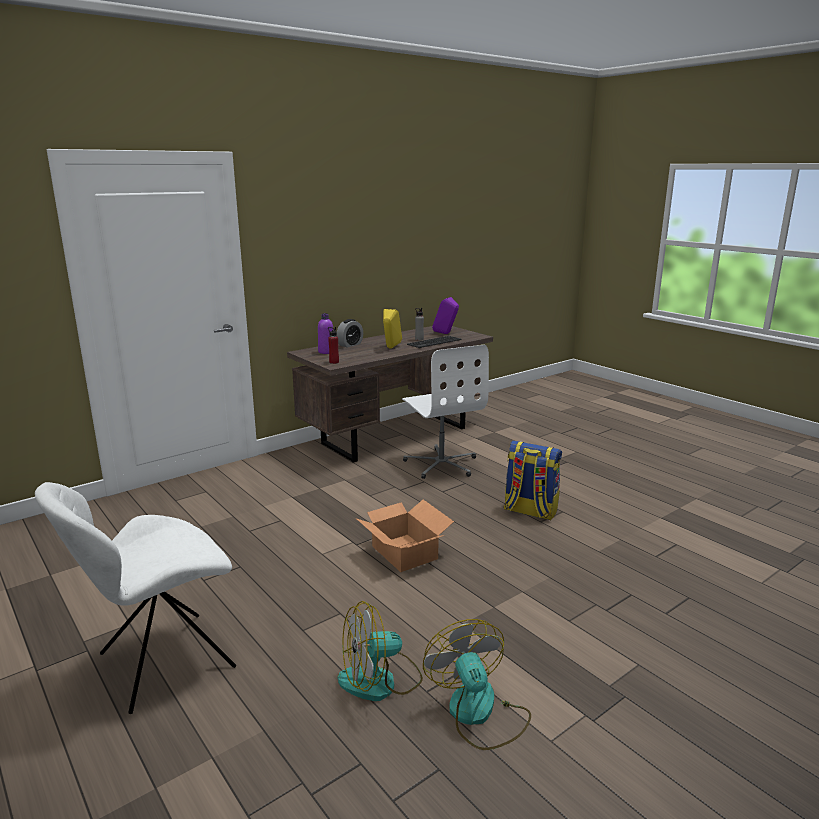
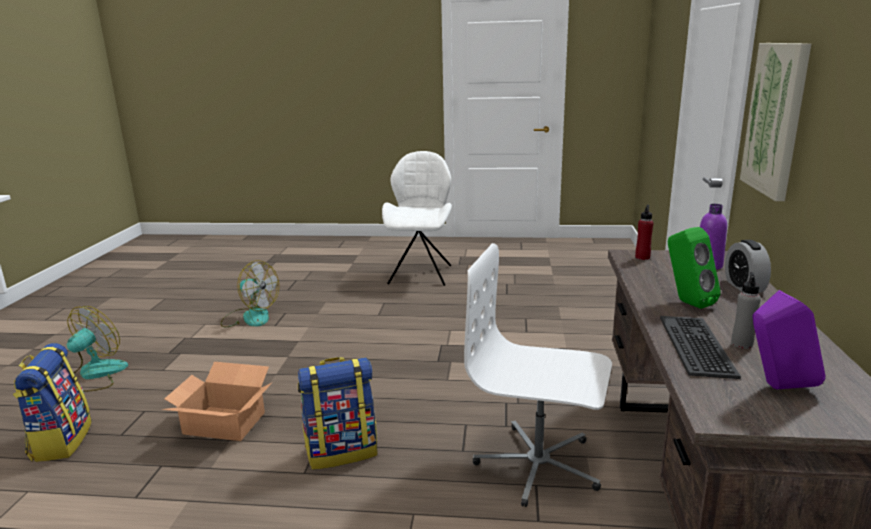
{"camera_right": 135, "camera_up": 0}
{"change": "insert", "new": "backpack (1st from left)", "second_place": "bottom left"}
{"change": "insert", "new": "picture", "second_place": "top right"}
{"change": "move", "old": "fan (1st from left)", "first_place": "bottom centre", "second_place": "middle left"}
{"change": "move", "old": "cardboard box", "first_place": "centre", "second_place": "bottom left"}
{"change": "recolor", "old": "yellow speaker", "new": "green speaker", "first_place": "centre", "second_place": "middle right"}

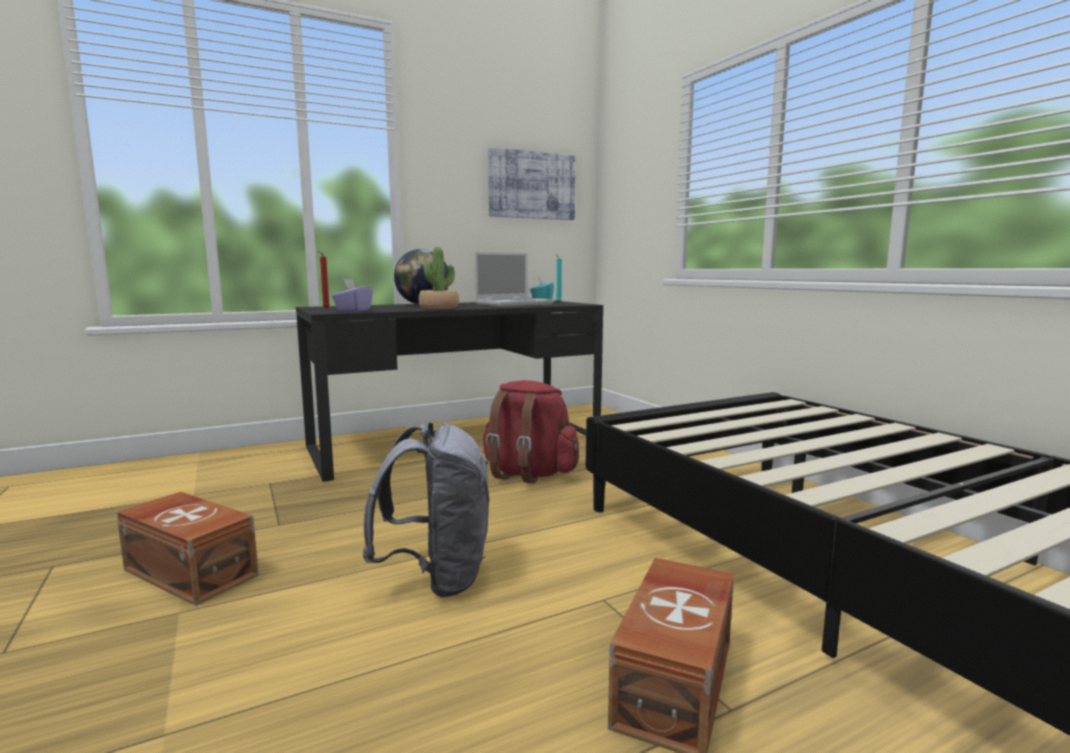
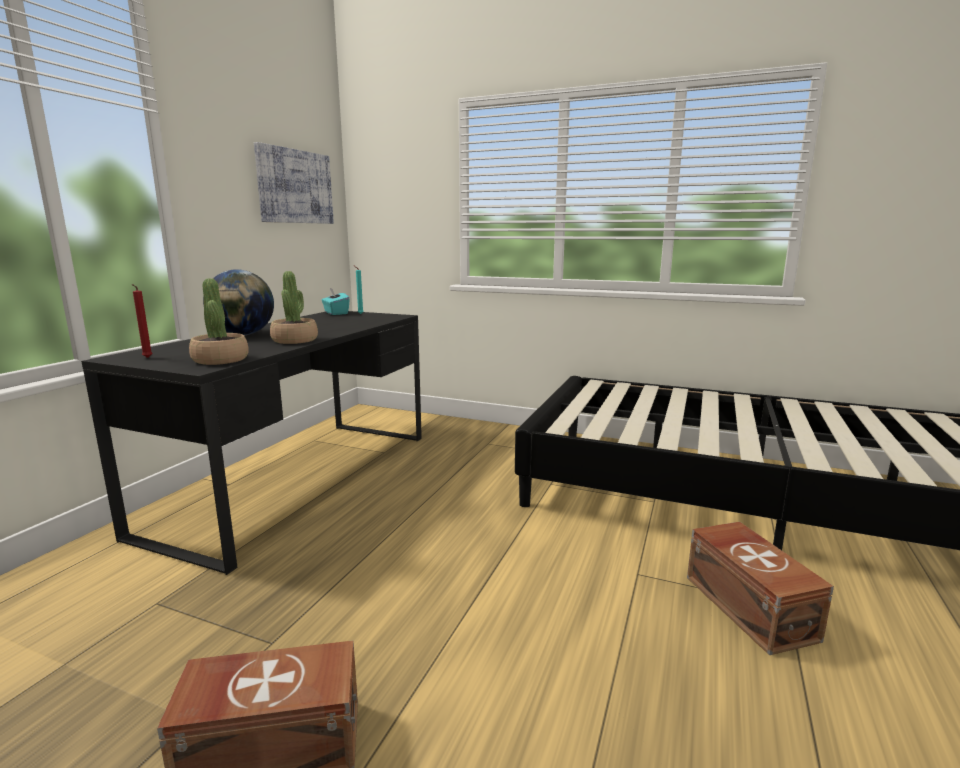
{"camera_right": -40, "camera_up": 5}
{"change": "delete", "old": "grey backpack", "first_place": "bottom centre"}
{"change": "delete", "old": "laptop", "first_place": "centre"}
{"change": "delete", "old": "red backpack", "first_place": "centre"}
{"change": "replace", "old": "purple tissue box", "new": "potted plant (1st from left)", "first_place": "middle left", "second_place": "middle left"}

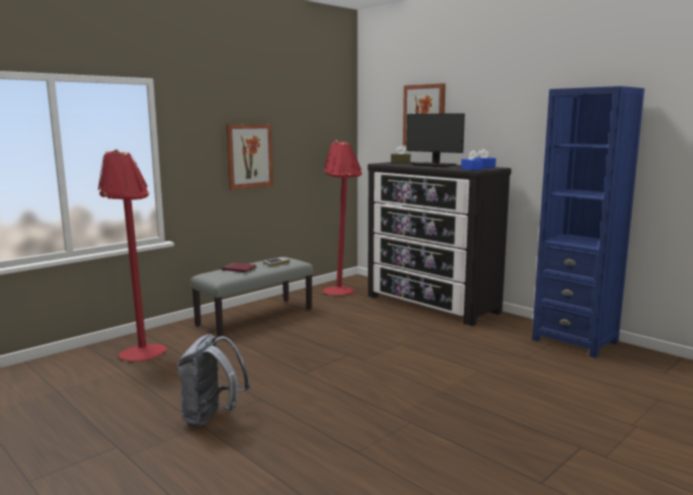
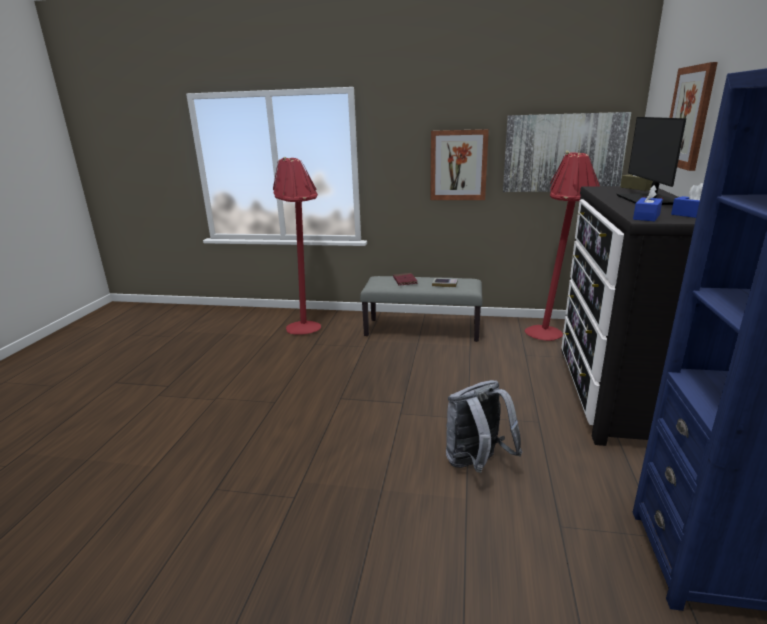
{"camera_right": 55, "camera_up": 10}
{"change": "insert", "new": "picture (2nd from left)", "second_place": "top right"}
{"change": "move", "old": "grey backpack", "first_place": "bottom left", "second_place": "bottom centre"}

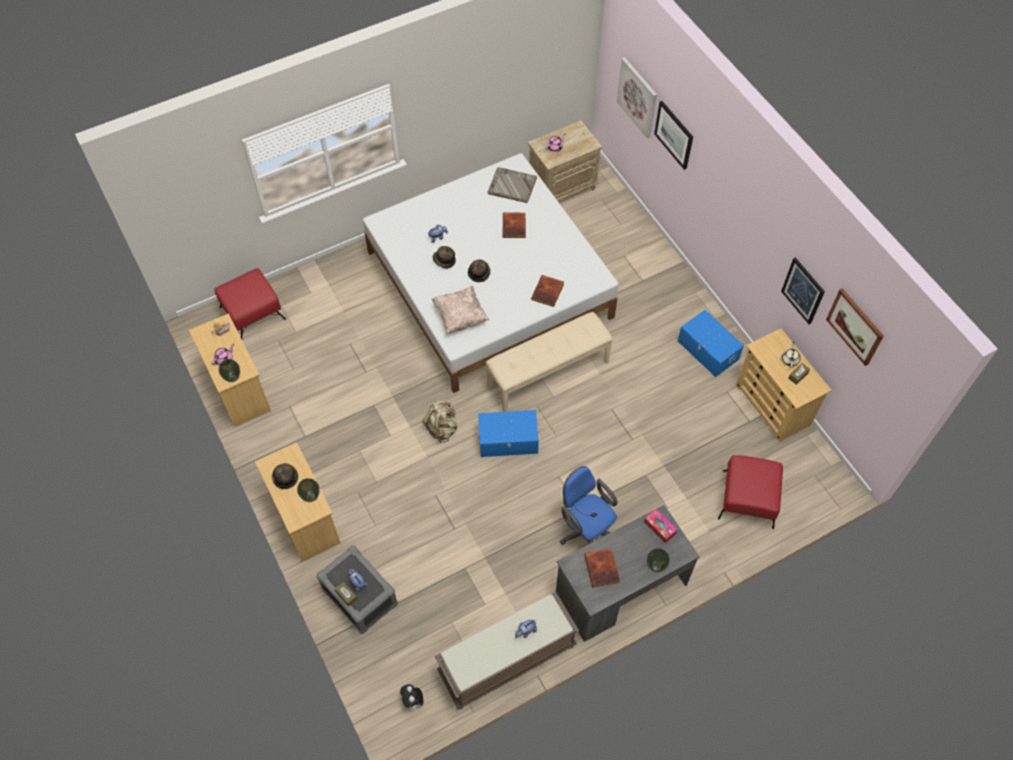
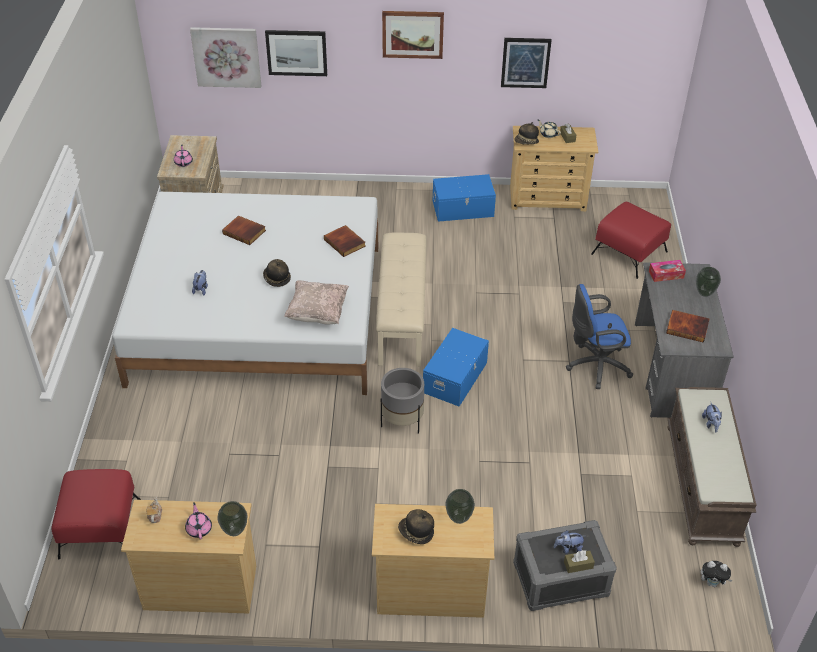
{"camera_right": -60, "camera_up": -15}
{"change": "delete", "old": "grey tray", "first_place": "top centre"}
{"change": "move", "old": "hat (2nd from left in the first image)", "new": "hat (3rd from left)", "first_place": "centre", "second_place": "top centre"}
{"change": "move", "old": "picture (4th from left in the first image)", "new": "picture (3rd from left)", "first_place": "middle right", "second_place": "top centre"}
{"change": "replace", "old": "beige backpack", "new": "grey planter", "first_place": "centre", "second_place": "centre"}

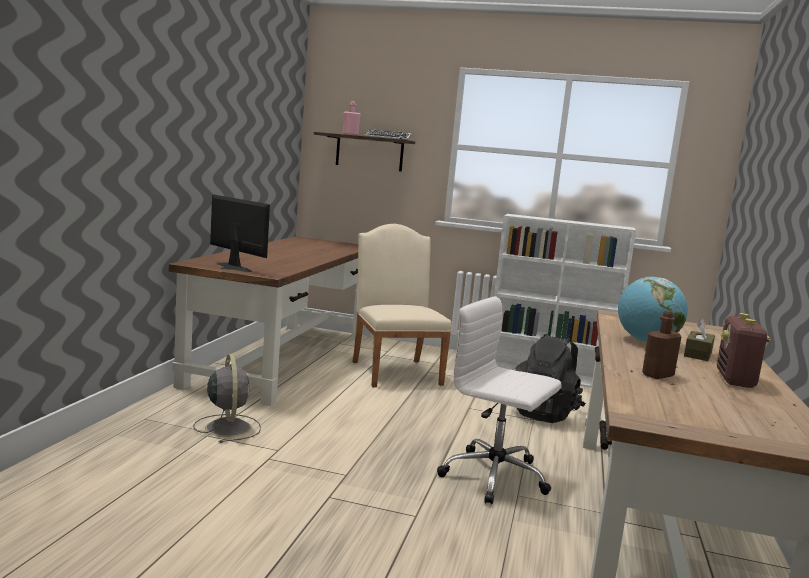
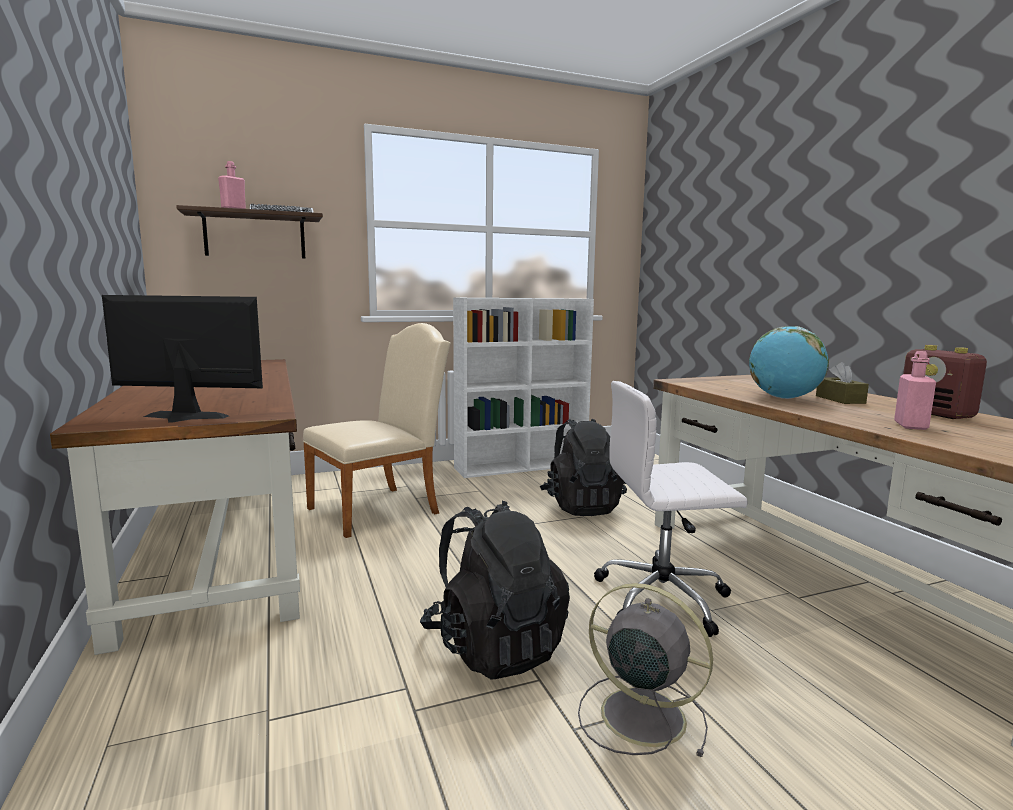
{"camera_right": -35, "camera_up": 0}
{"change": "insert", "new": "black backpack (1st from left)", "second_place": "bottom centre"}
{"change": "move", "old": "grey fan", "first_place": "bottom left", "second_place": "bottom centre"}
{"change": "recolor", "old": "brown bottle", "new": "pink bottle (2nd from left)", "first_place": "middle right", "second_place": "middle right"}
{"change": "rotate", "old": "beige chair", "first_place": "centre", "second_place": "centre", "degrees": 105}

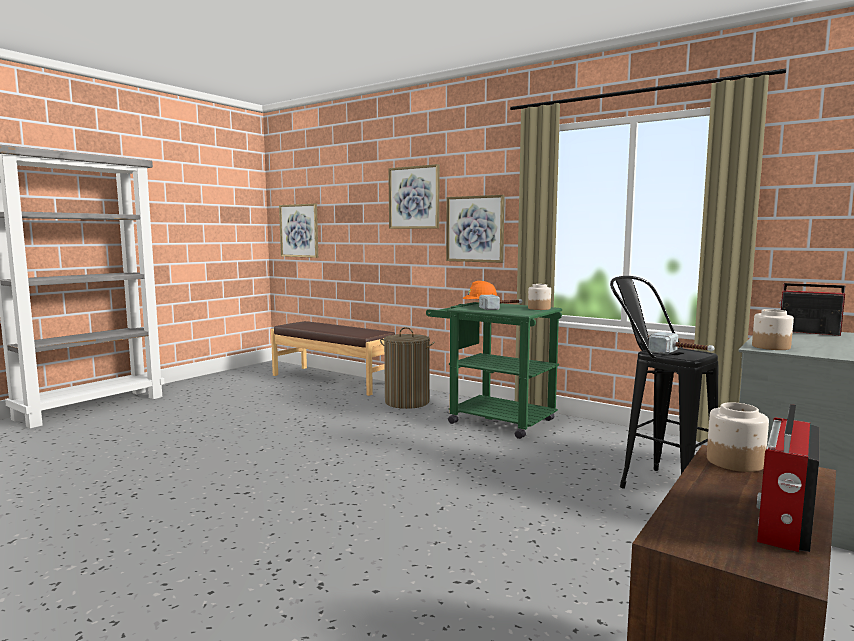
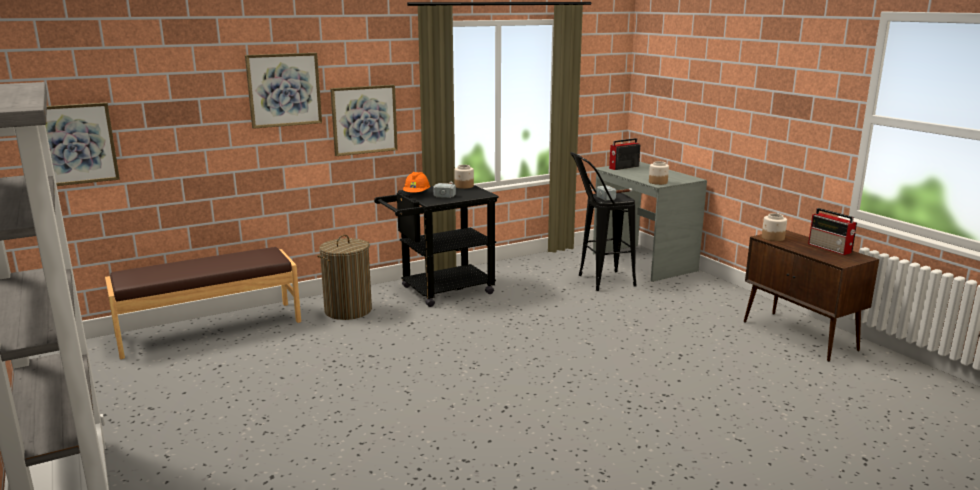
{"camera_right": -65, "camera_up": 10}
{"change": "recolor", "old": "green cart", "new": "black cart", "first_place": "centre", "second_place": "centre"}

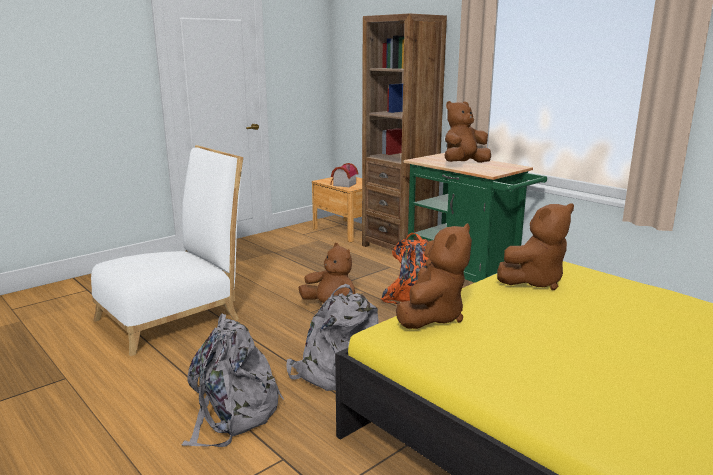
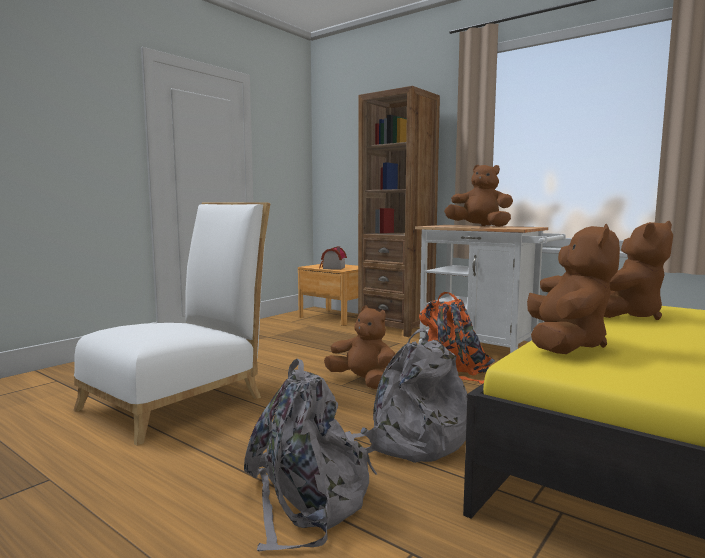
{"camera_right": -10, "camera_up": -10}
{"change": "recolor", "old": "green cart", "new": "white cart", "first_place": "centre", "second_place": "middle right"}
{"change": "rotate", "old": "brown plush toy (3rd from left in the first image)", "first_place": "top centre", "second_place": "middle right", "degrees": 75}

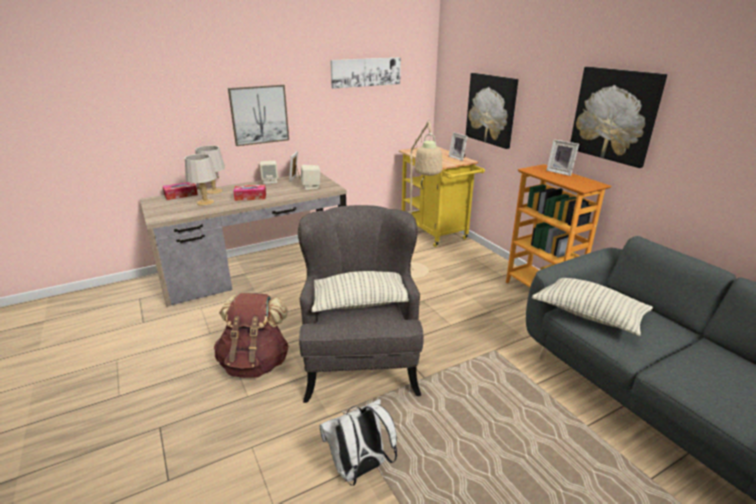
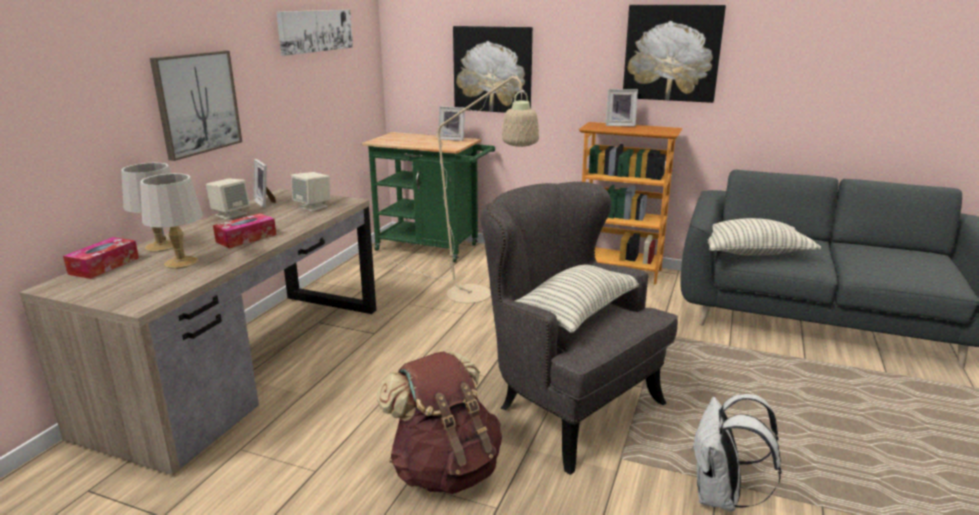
{"camera_right": -40, "camera_up": -5}
{"change": "recolor", "old": "yellow cart", "new": "green cart", "first_place": "centre", "second_place": "centre"}

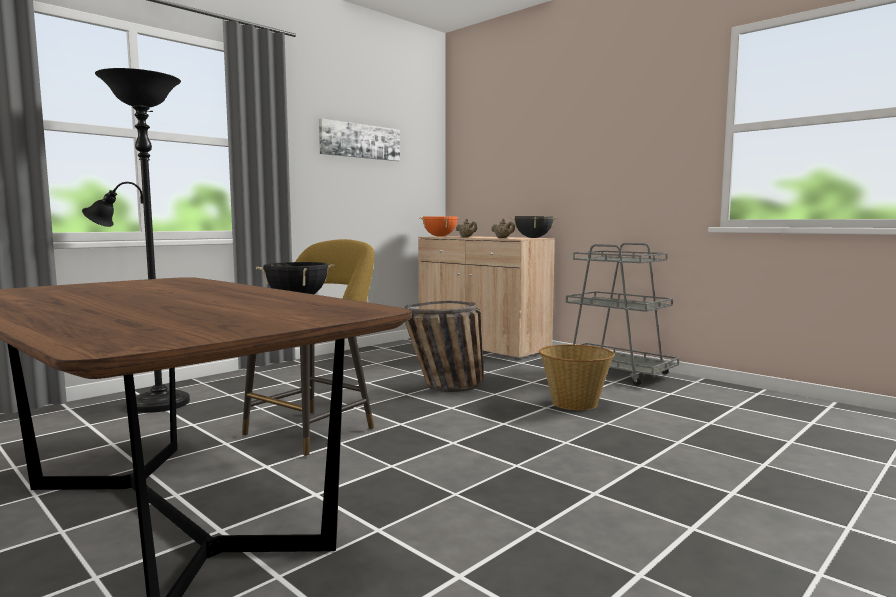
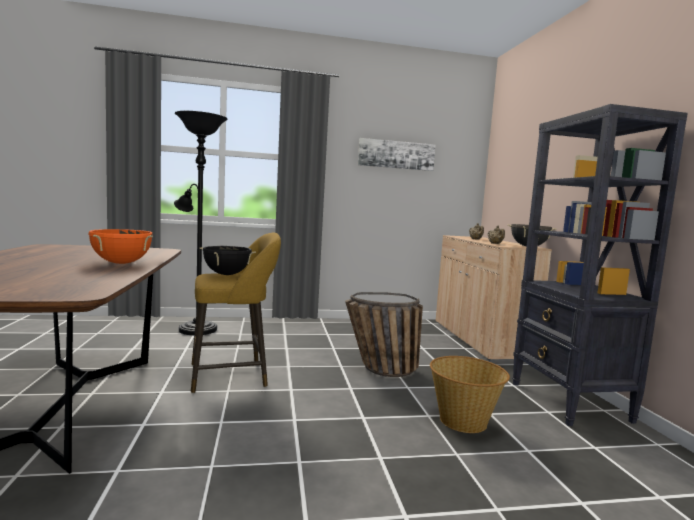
{"camera_right": 35, "camera_up": 0}
{"change": "move", "old": "orange cooking pot", "first_place": "centre", "second_place": "middle left"}
{"change": "replace", "old": "grey cart", "new": "black bookcase", "first_place": "middle right", "second_place": "middle right"}

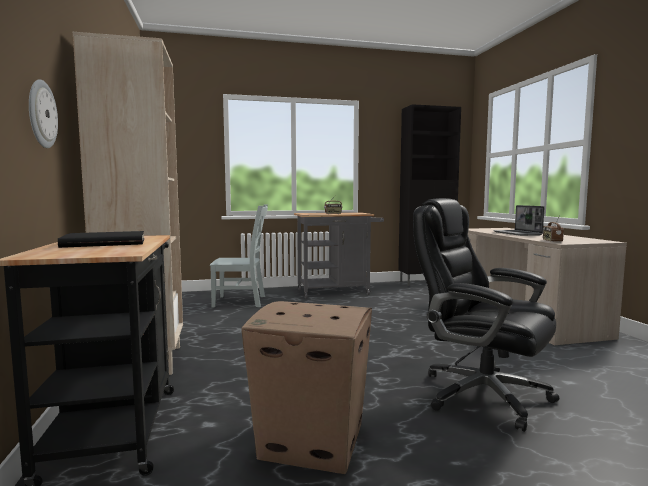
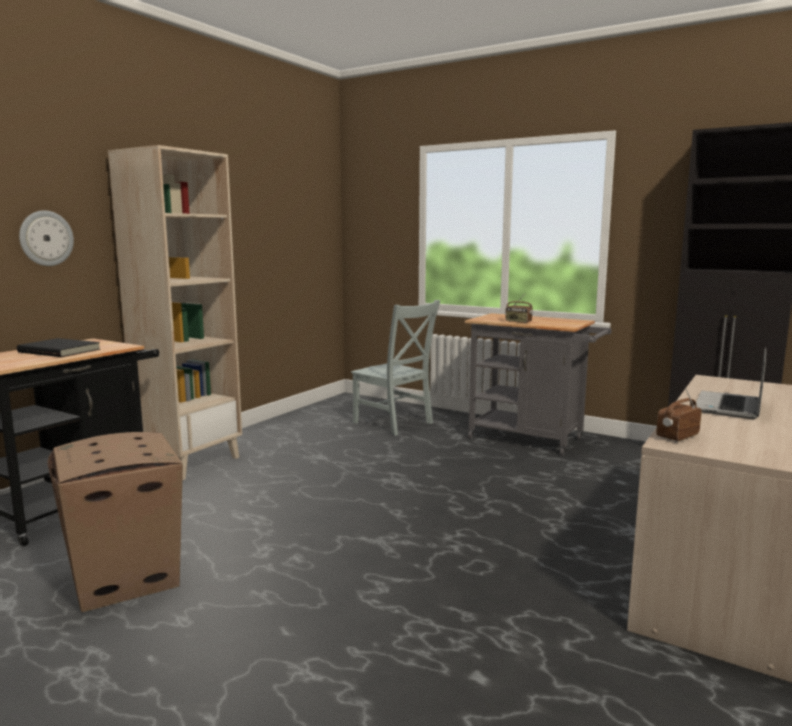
{"camera_right": 45, "camera_up": 5}
{"change": "delete", "old": "black office chair", "first_place": "middle right"}

